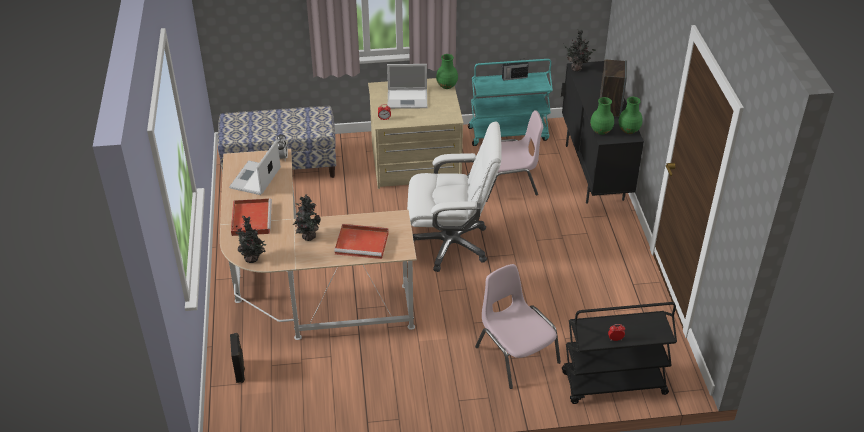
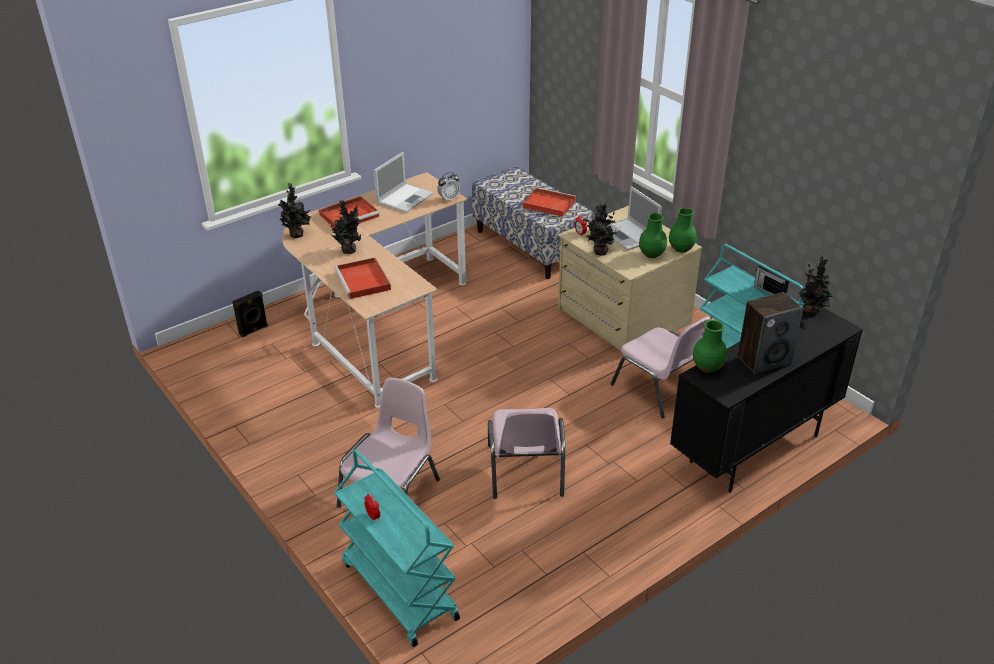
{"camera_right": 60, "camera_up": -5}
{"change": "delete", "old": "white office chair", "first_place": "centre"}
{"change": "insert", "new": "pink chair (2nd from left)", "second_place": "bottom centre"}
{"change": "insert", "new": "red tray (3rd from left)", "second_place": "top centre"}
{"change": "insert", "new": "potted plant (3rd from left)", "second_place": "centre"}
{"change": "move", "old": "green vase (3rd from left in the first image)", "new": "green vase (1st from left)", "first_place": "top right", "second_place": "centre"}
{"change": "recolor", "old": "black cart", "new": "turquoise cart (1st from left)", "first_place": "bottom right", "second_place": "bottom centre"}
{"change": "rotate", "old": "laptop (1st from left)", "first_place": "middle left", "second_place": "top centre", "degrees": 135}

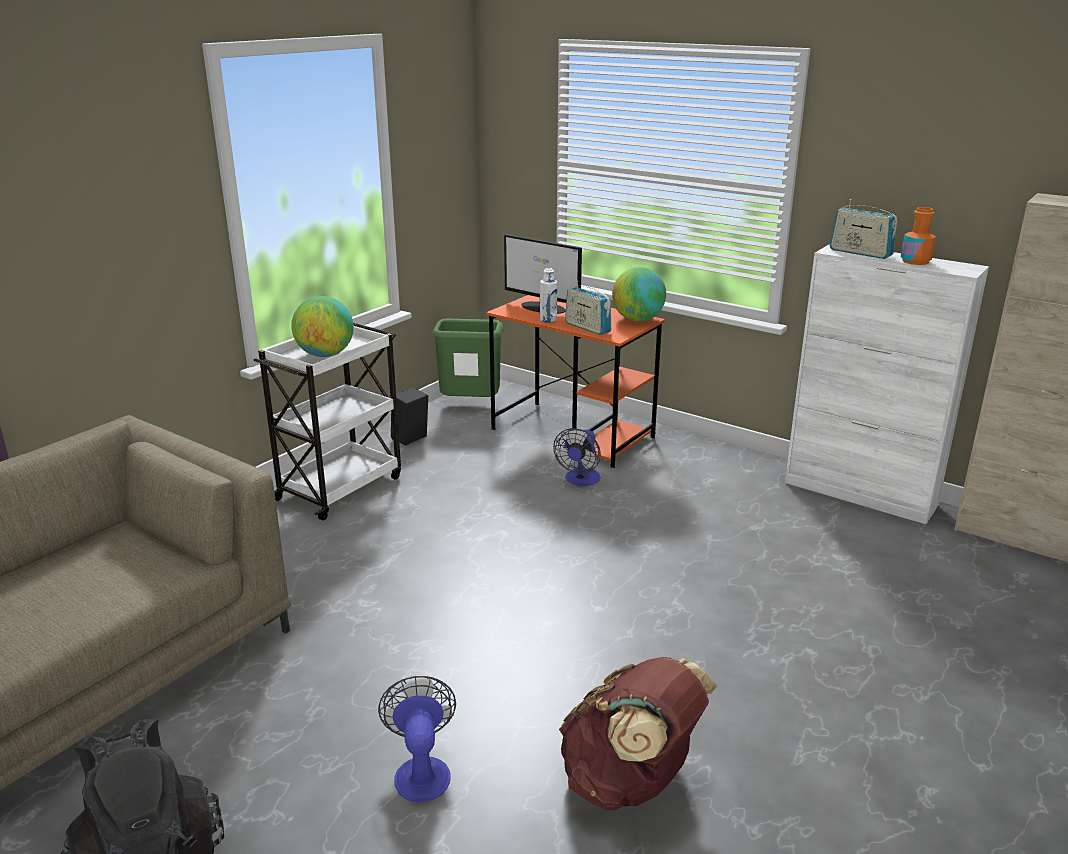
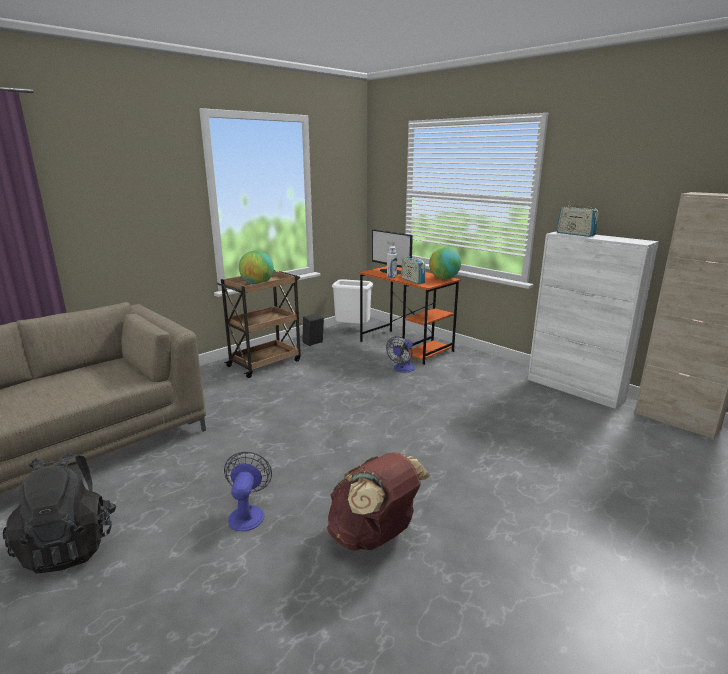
{"camera_right": 10, "camera_up": -5}
{"change": "delete", "old": "orange bottle", "first_place": "top right"}
{"change": "recolor", "old": "white cart", "new": "brown cart", "first_place": "middle left", "second_place": "centre"}
{"change": "recolor", "old": "green trash can", "new": "white trash can", "first_place": "centre", "second_place": "centre"}

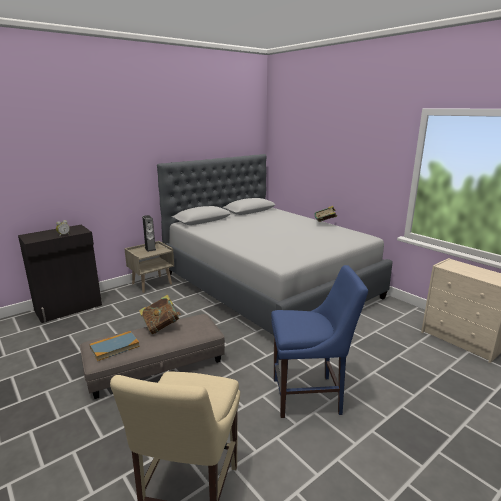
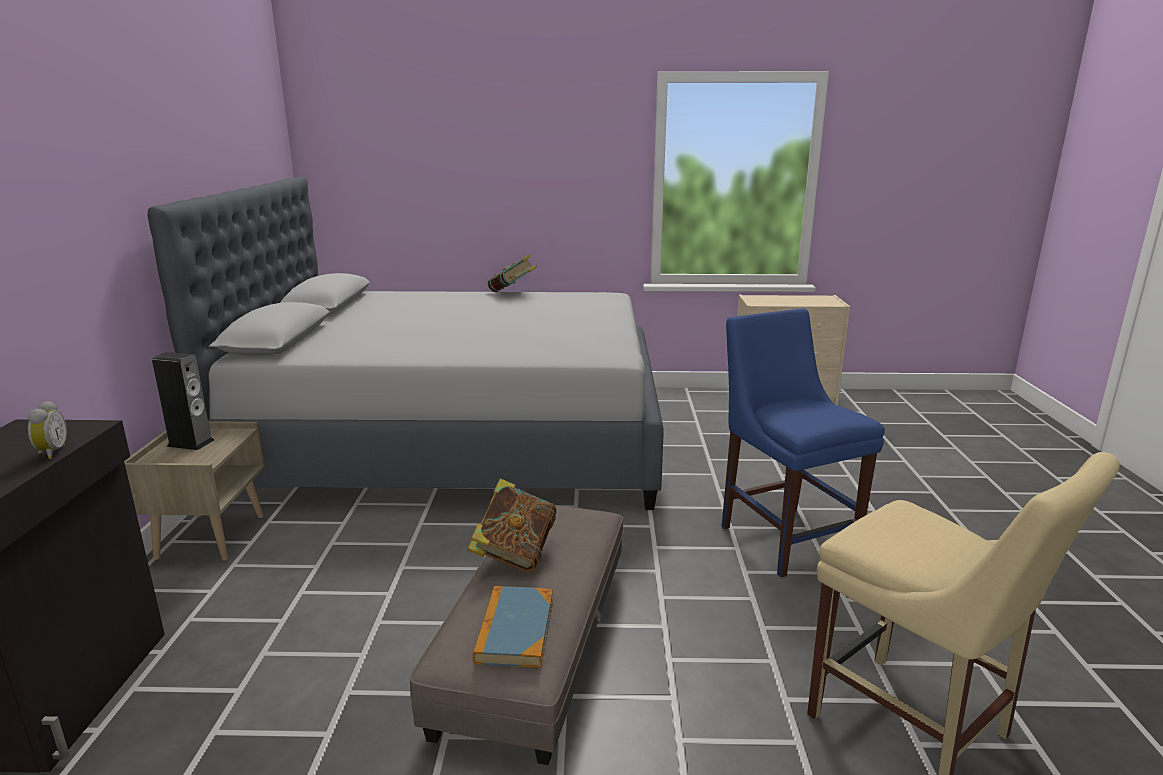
{"camera_right": -50, "camera_up": 0}
{"change": "rotate", "old": "blue chair", "first_place": "bottom centre", "second_place": "middle right", "degrees": -60}

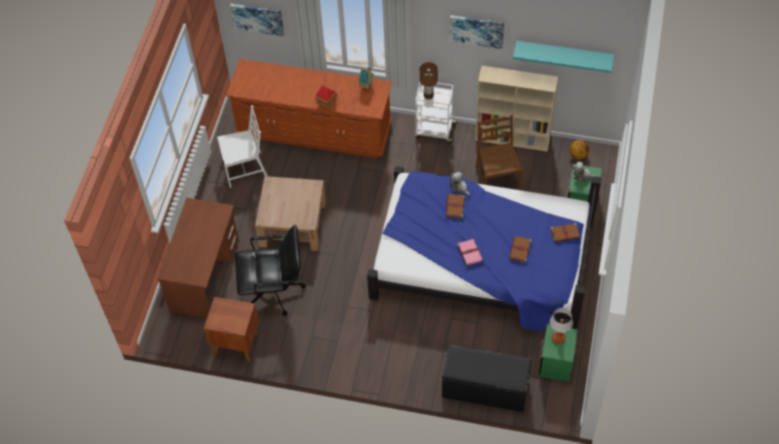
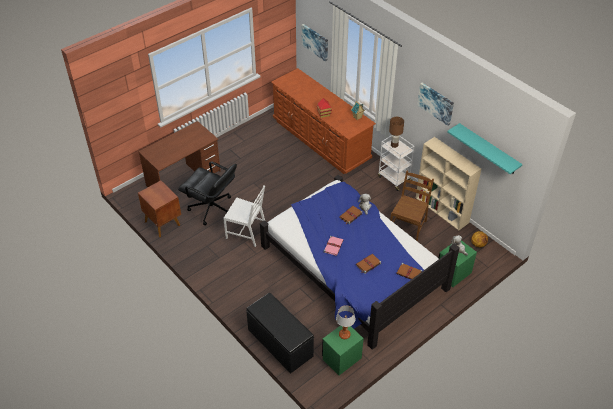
{"camera_right": 35, "camera_up": -10}
{"change": "delete", "old": "brown coffee table", "first_place": "centre"}
{"change": "move", "old": "white chair", "first_place": "top left", "second_place": "centre"}

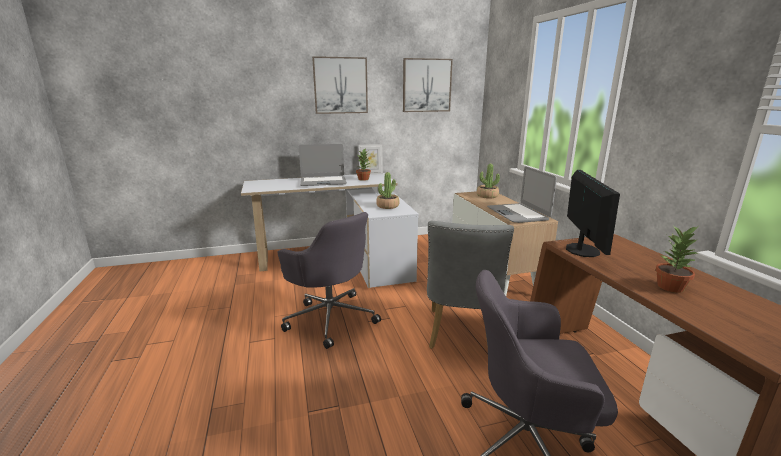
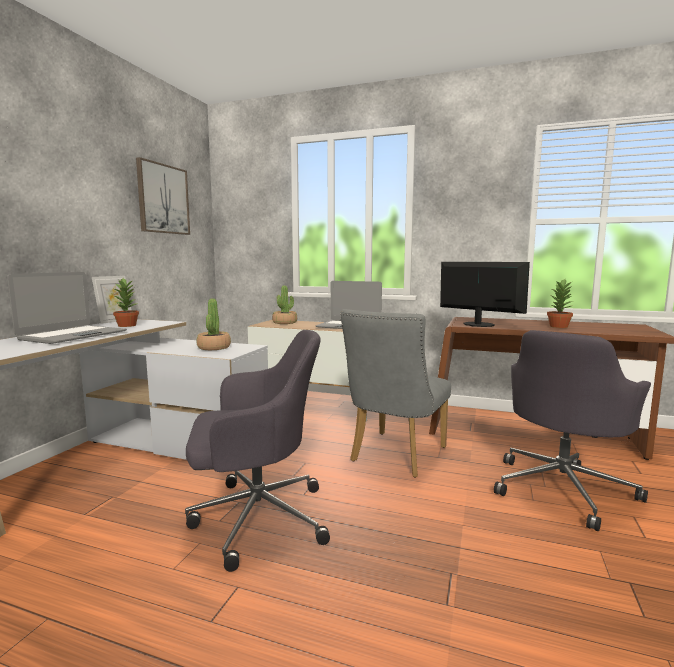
{"camera_right": -55, "camera_up": -10}
{"change": "delete", "old": "picture (1st from left)", "first_place": "top centre"}
{"change": "rotate", "old": "grey chair", "first_place": "centre", "second_place": "centre", "degrees": 75}

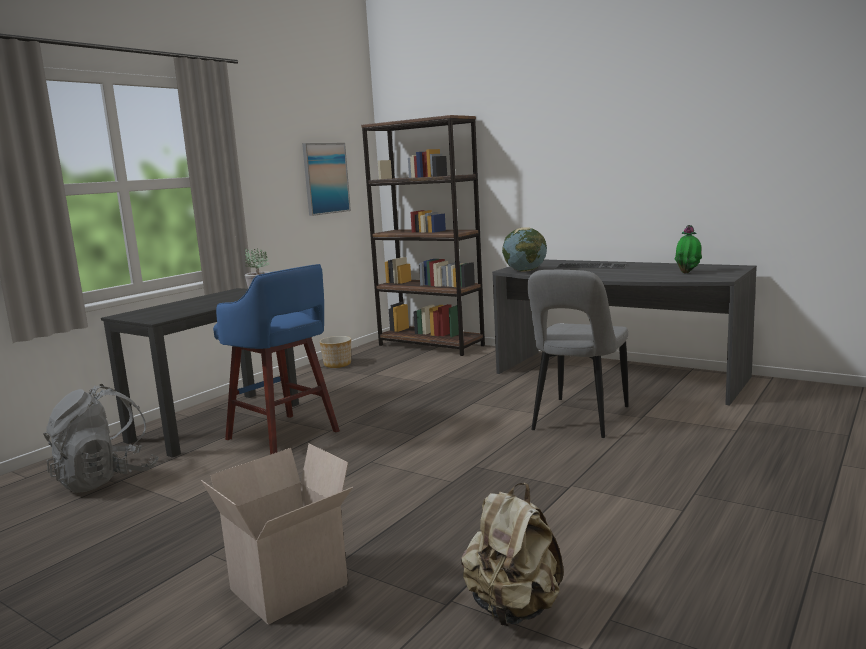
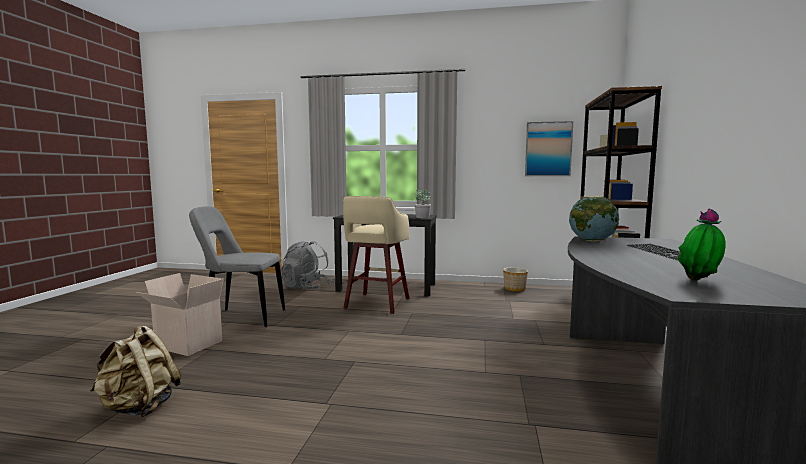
{"camera_right": 65, "camera_up": -5}
{"change": "move", "old": "grey chair", "first_place": "centre", "second_place": "middle left"}
{"change": "recolor", "old": "blue stool", "new": "beige stool", "first_place": "middle left", "second_place": "centre"}

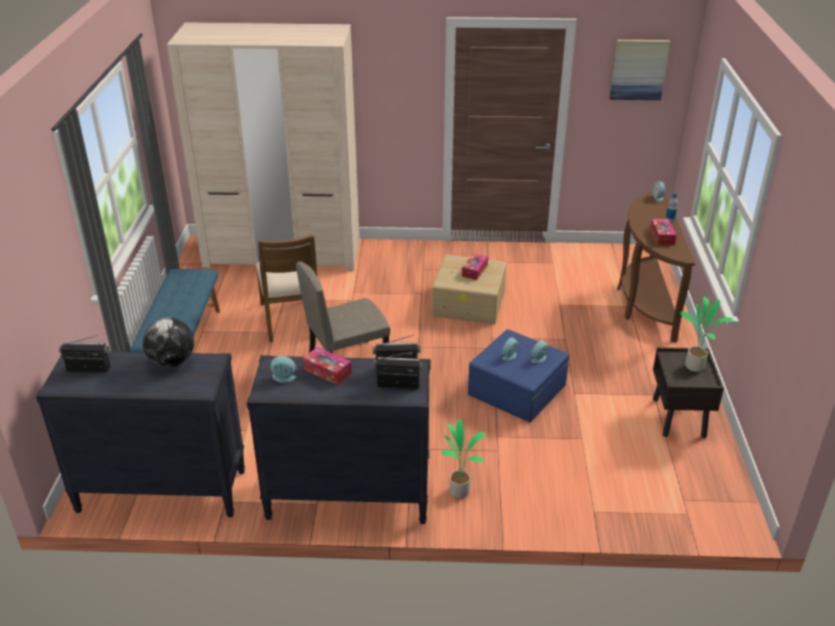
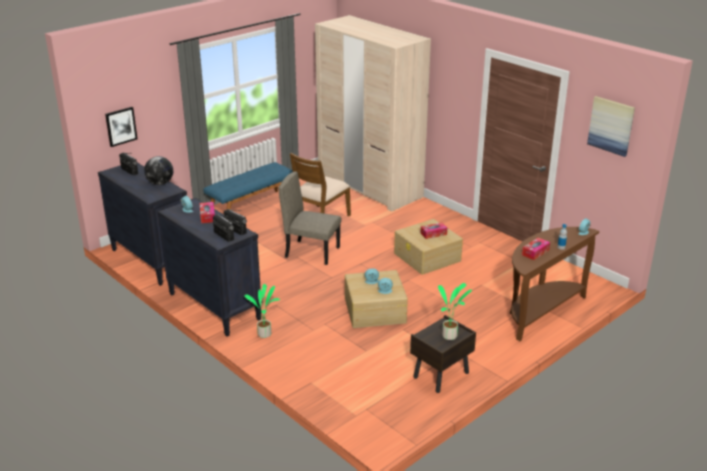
{"camera_right": 45, "camera_up": -5}
{"change": "insert", "new": "picture (1st from left)", "second_place": "top left"}
{"change": "recolor", "old": "blue storage box", "new": "beige storage box (1st from left)", "first_place": "centre", "second_place": "centre"}

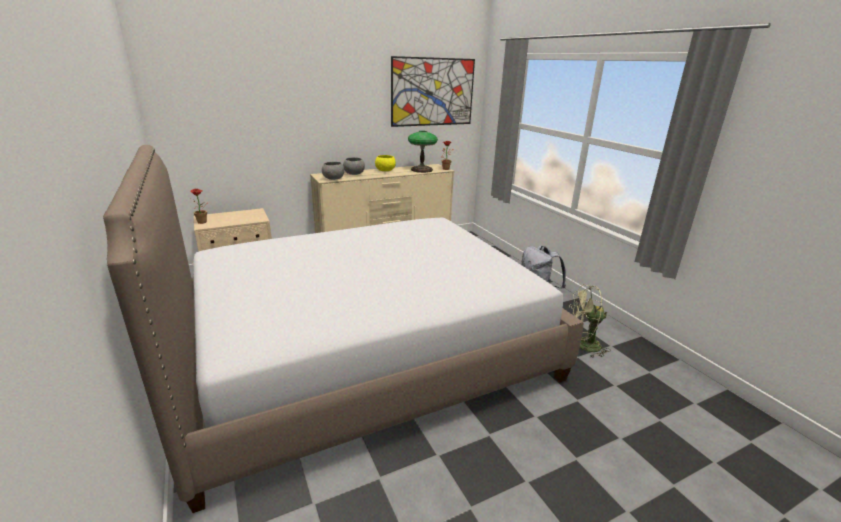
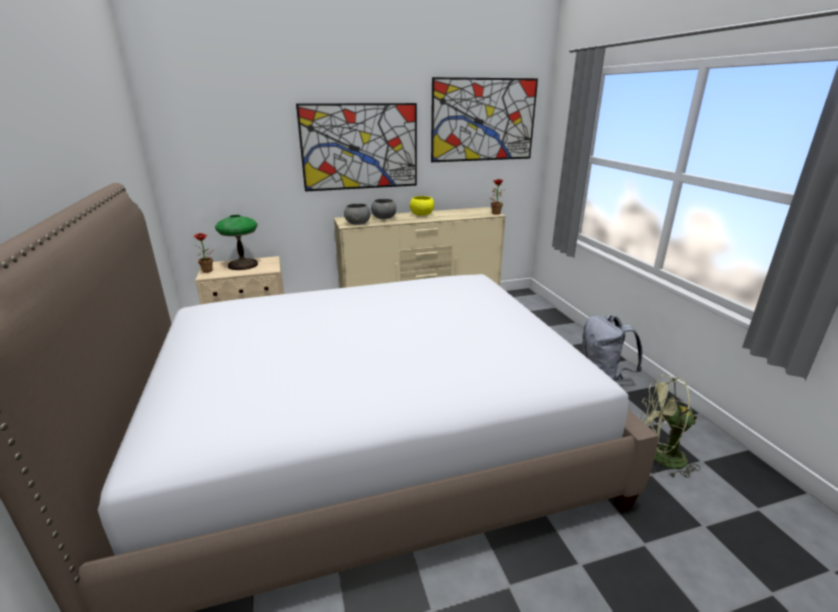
{"camera_right": 10, "camera_up": 0}
{"change": "insert", "new": "picture (1st from left)", "second_place": "top centre"}
{"change": "move", "old": "table lamp", "first_place": "top centre", "second_place": "middle left"}

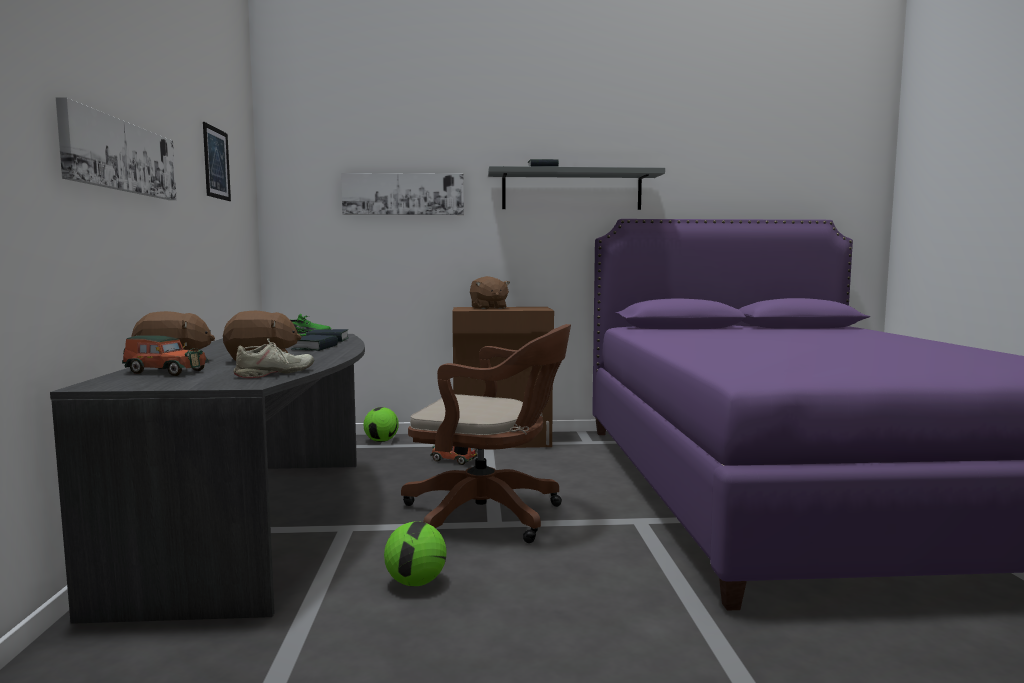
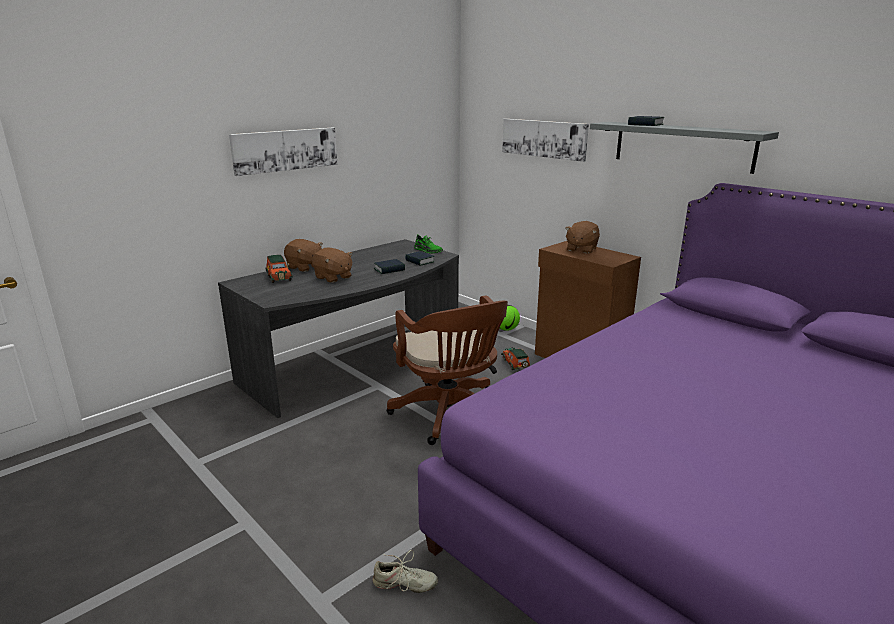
{"camera_right": 50, "camera_up": 15}
{"change": "delete", "old": "picture (2nd from left)", "first_place": "top left"}
{"change": "delete", "old": "football (2nd from left)", "first_place": "bottom centre"}
{"change": "move", "old": "beige shoe", "first_place": "middle left", "second_place": "bottom centre"}

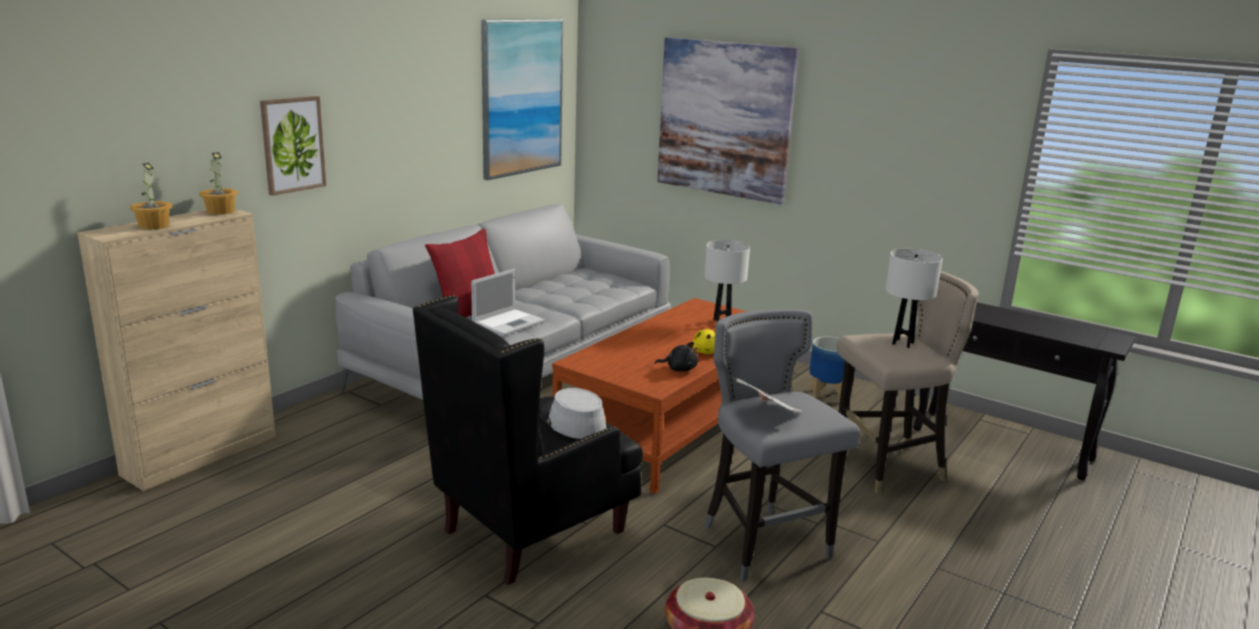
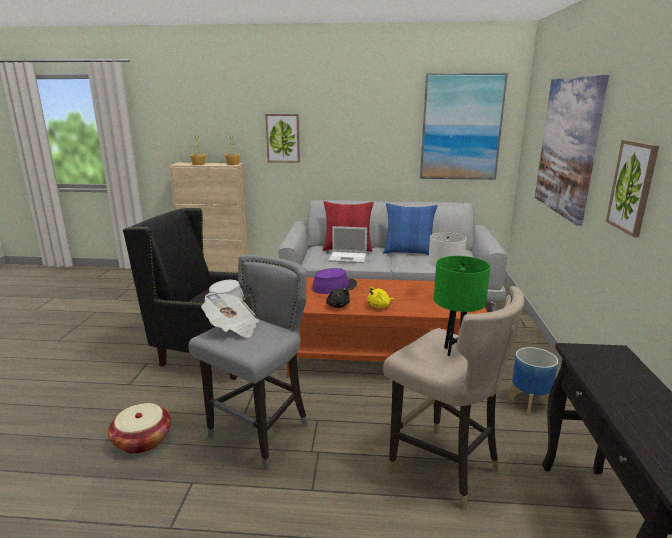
{"camera_right": 60, "camera_up": 0}
{"change": "insert", "new": "purple hat", "second_place": "centre"}
{"change": "insert", "new": "blue pillow", "second_place": "centre"}
{"change": "insert", "new": "picture (4th from left)", "second_place": "middle right"}
{"change": "recolor", "old": "white table lamp (2nd from left)", "new": "green table lamp", "first_place": "middle right", "second_place": "middle right"}

